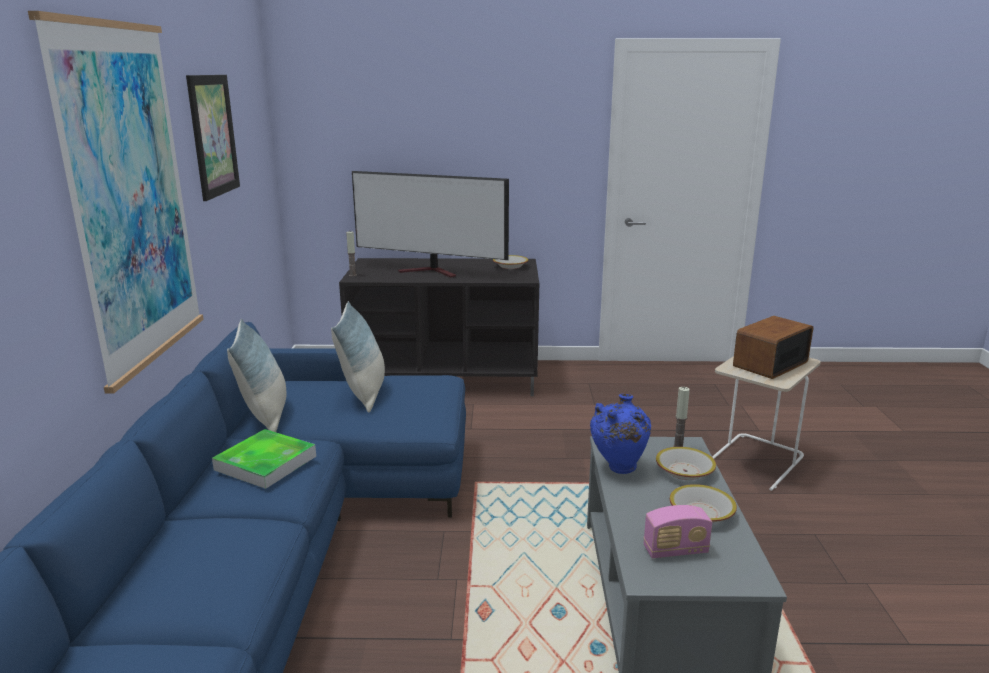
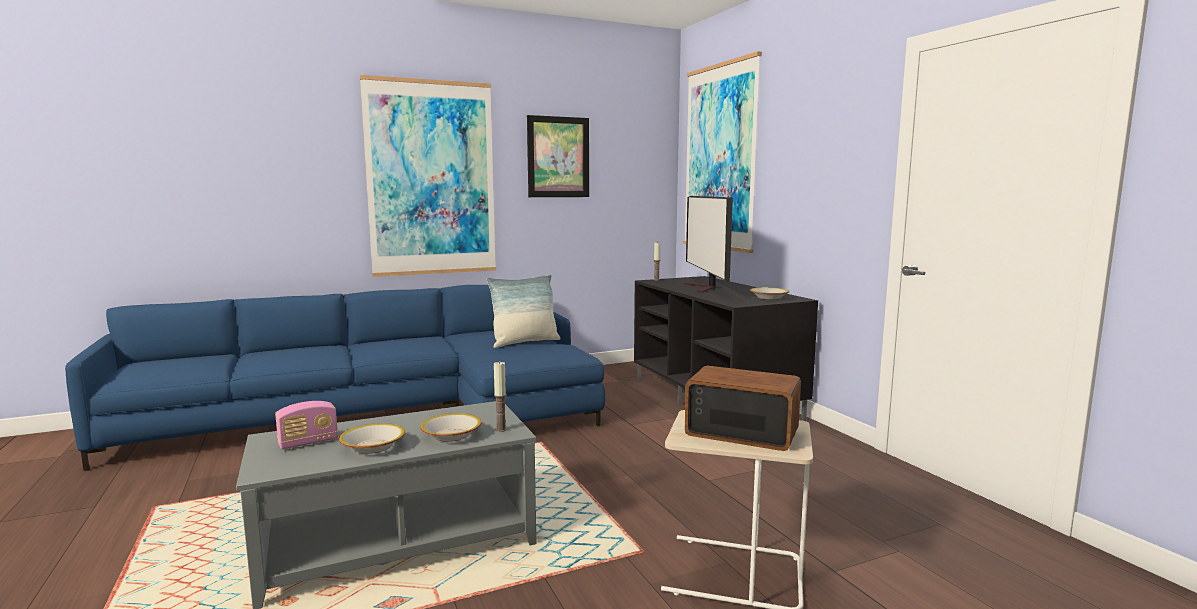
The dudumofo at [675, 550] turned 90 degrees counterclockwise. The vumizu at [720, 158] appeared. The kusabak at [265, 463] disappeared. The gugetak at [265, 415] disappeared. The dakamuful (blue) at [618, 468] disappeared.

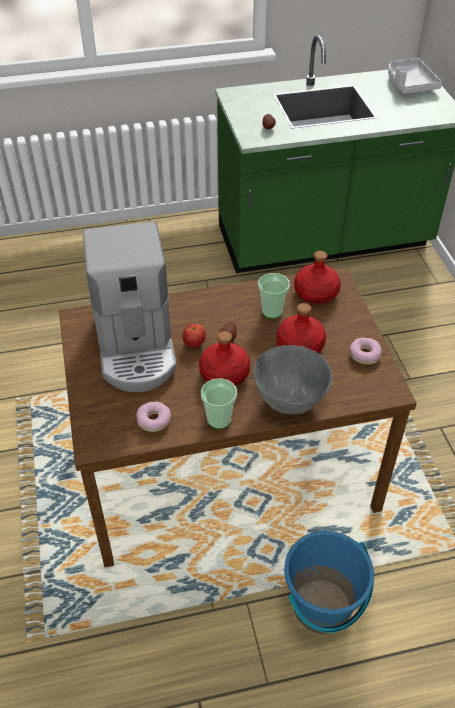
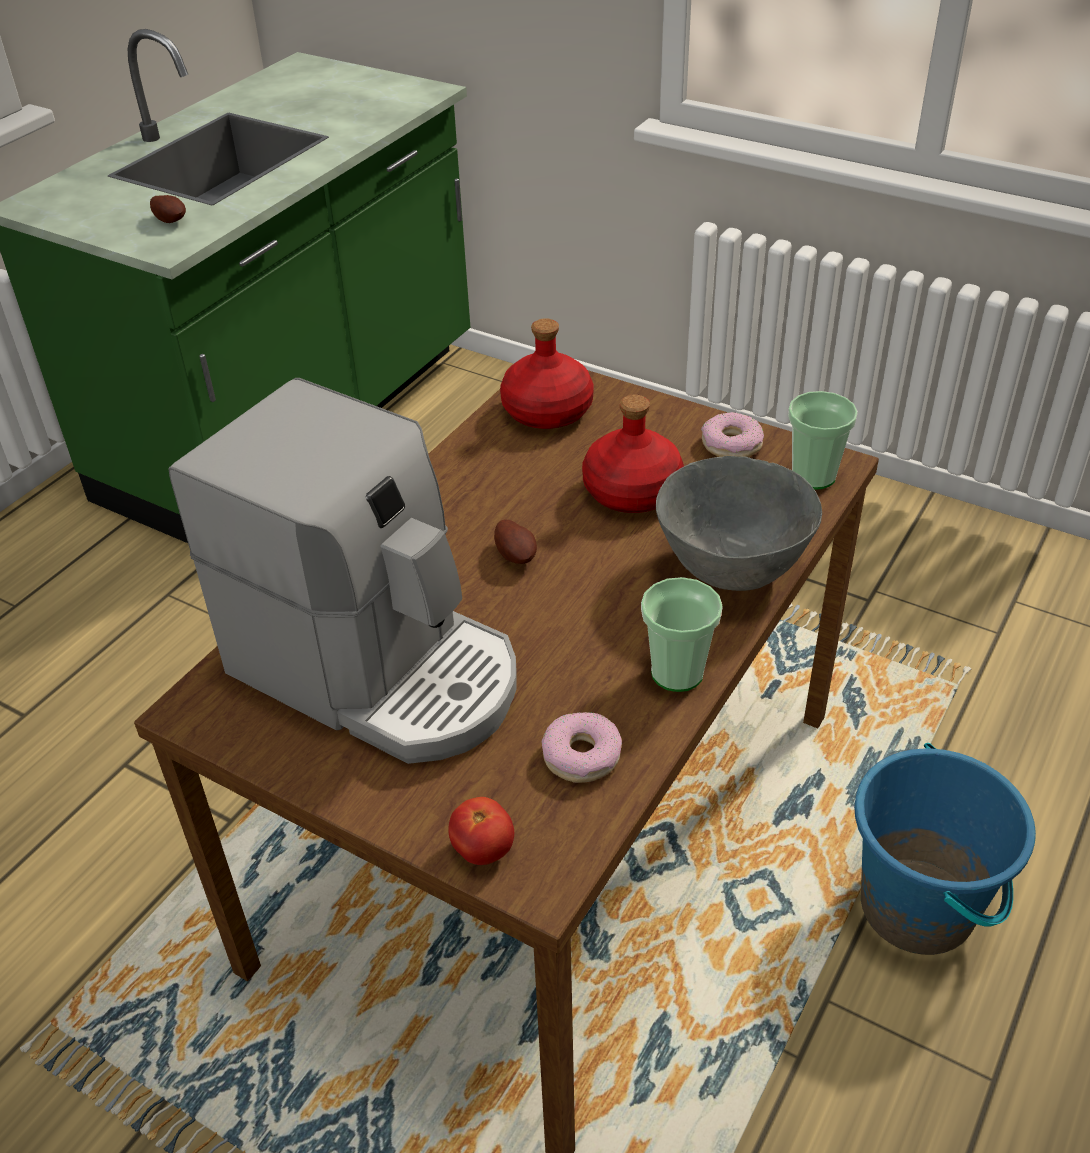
The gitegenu moved from [194, 343] to [483, 850]. The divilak moved from [272, 311] to [813, 476]. The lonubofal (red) at [225, 373] disappeared. The kusabak (grey) at [409, 84] disappeared.

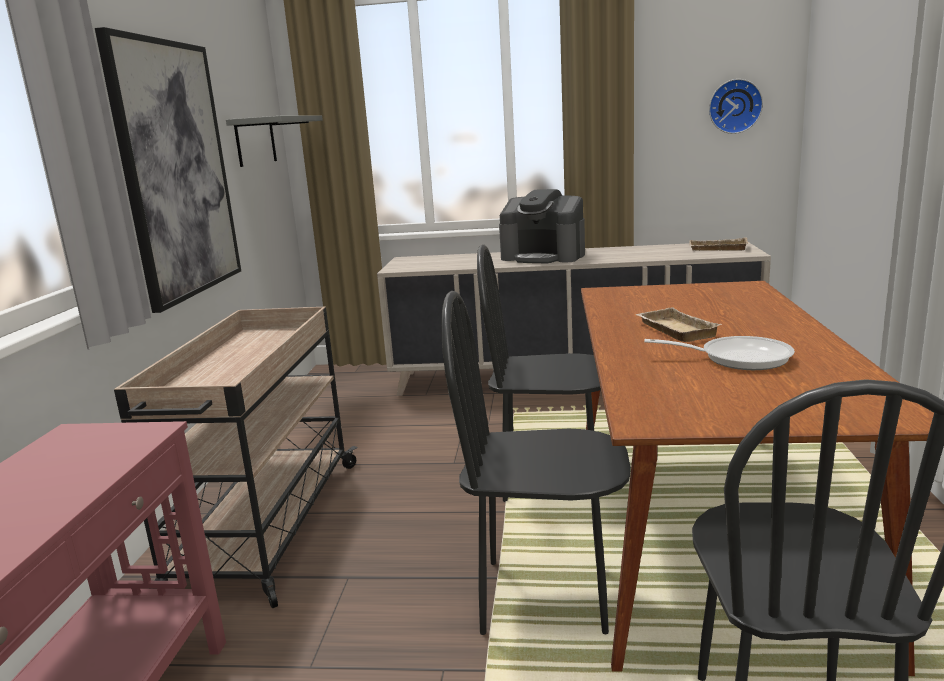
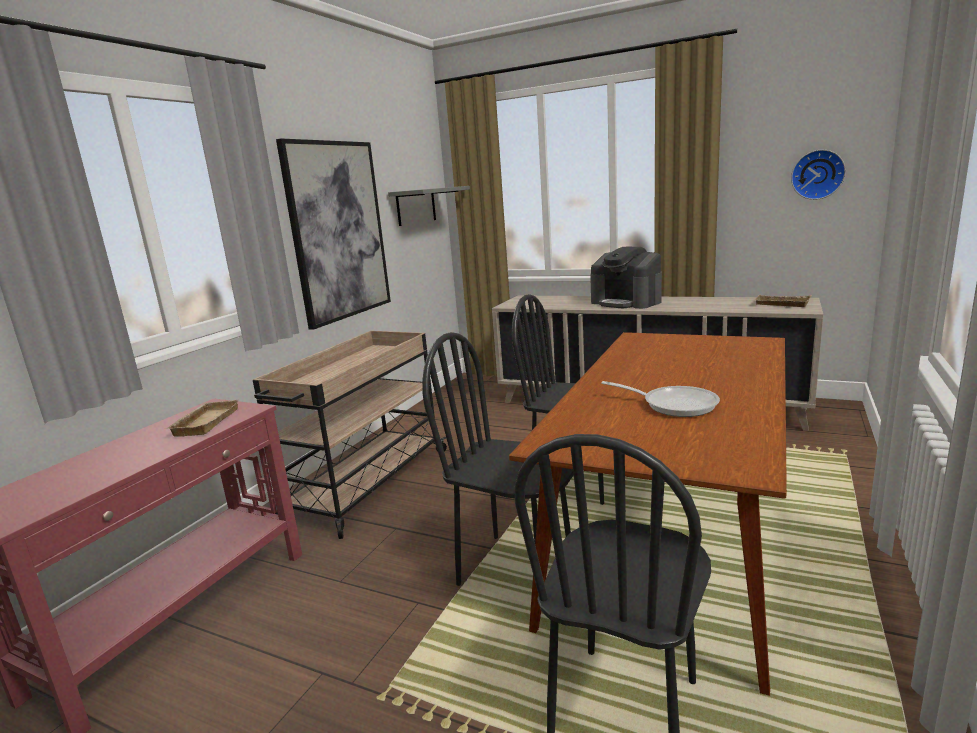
The kusabak (beige) moved from [673, 330] to [204, 422].

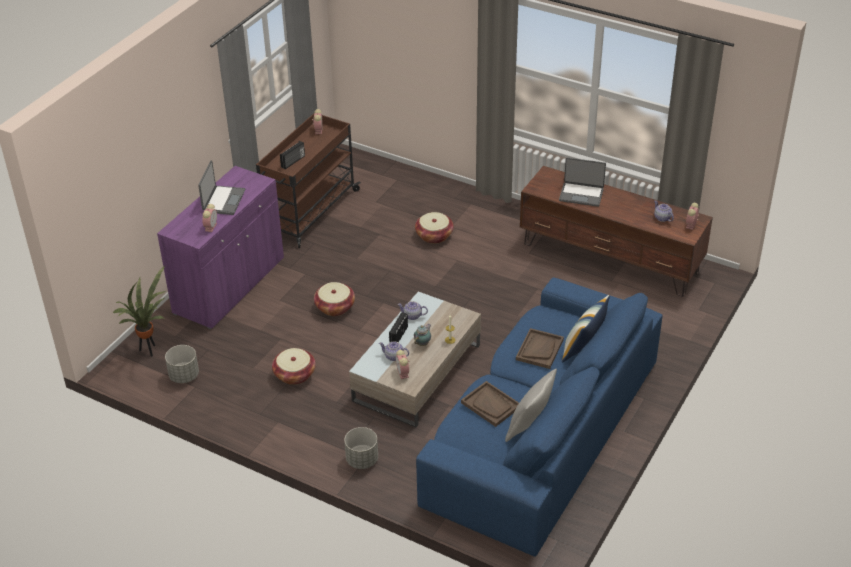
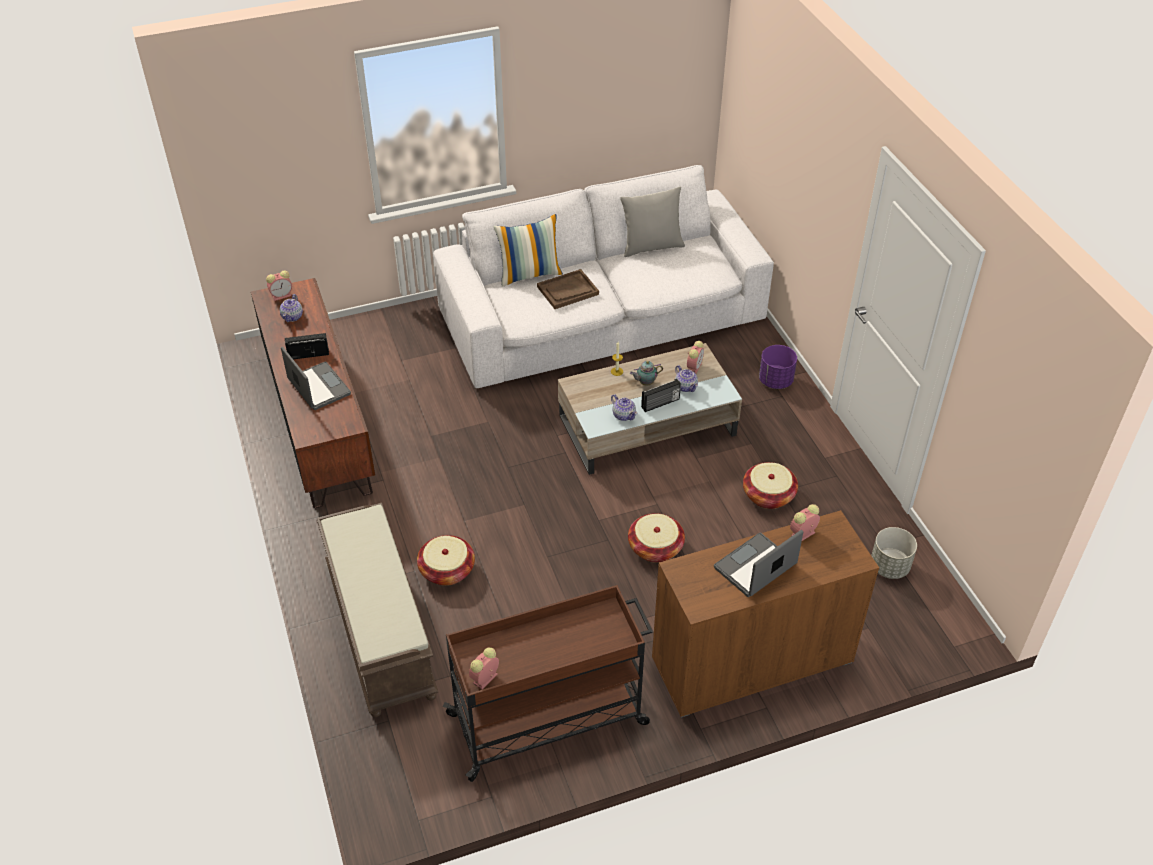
The dudumofo moved from [293, 162] to [308, 354]. The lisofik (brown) at [379, 630] appeared. The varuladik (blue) at [540, 432] became the varuladik (white) at [602, 318]. The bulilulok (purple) at [229, 286] became the bulilulok (brown) at [752, 660]. The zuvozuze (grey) at [362, 460] became the zuvozuze (purple) at [775, 380]. The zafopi at [149, 350] disappeared. The kusabak (brown) at [491, 405] disappeared.

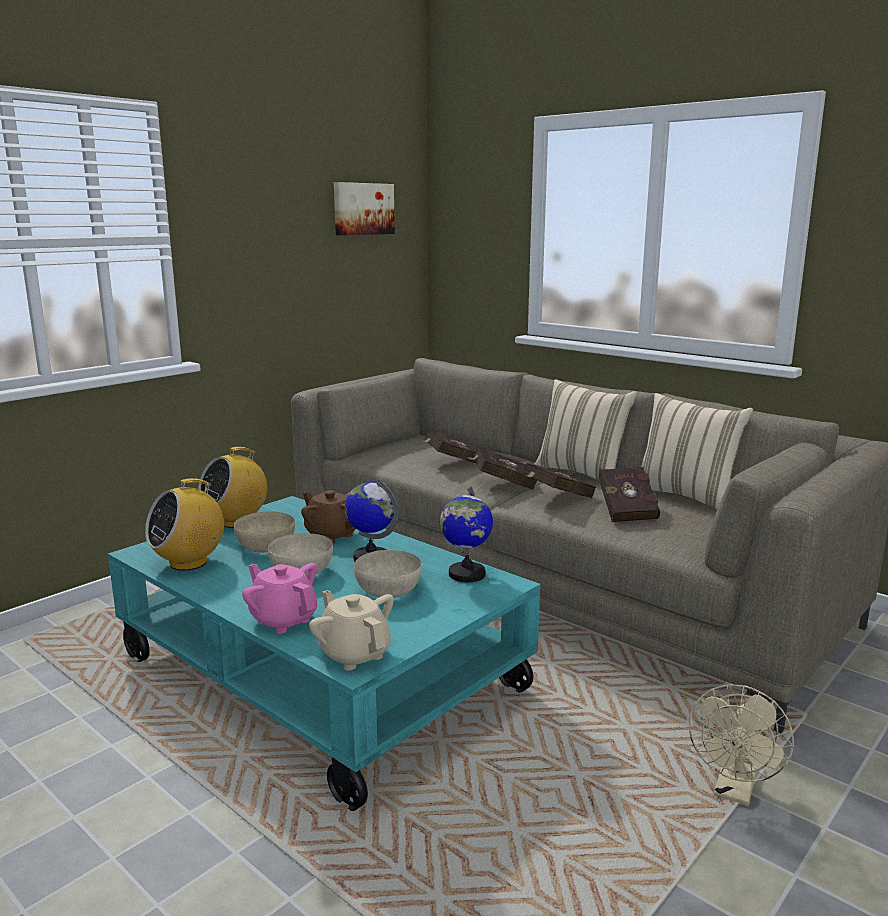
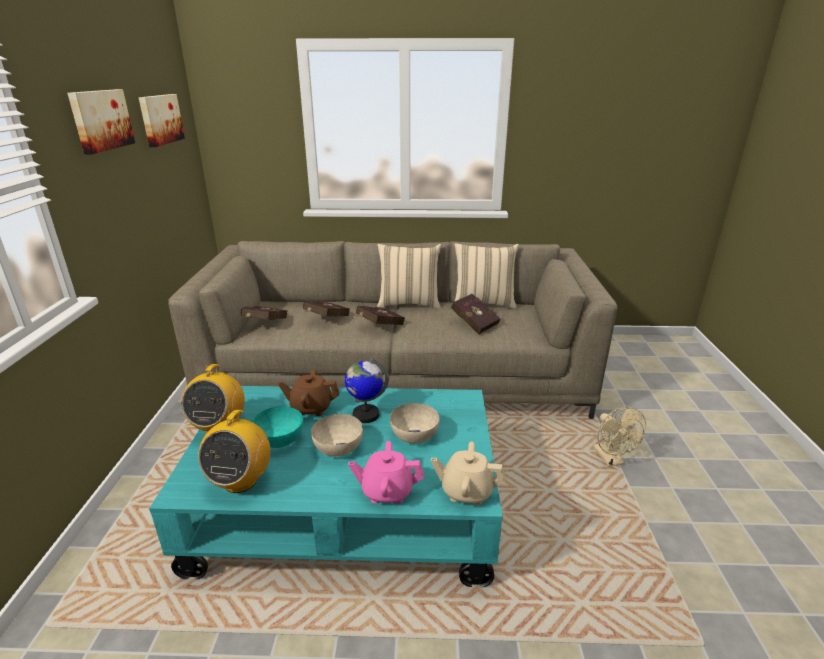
The vumizu at [100, 120] appeared. The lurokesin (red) moved from [555, 498] to [264, 324]. The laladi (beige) at [266, 547] became the laladi (turquoise) at [280, 438]. The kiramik at [466, 574] disappeared.

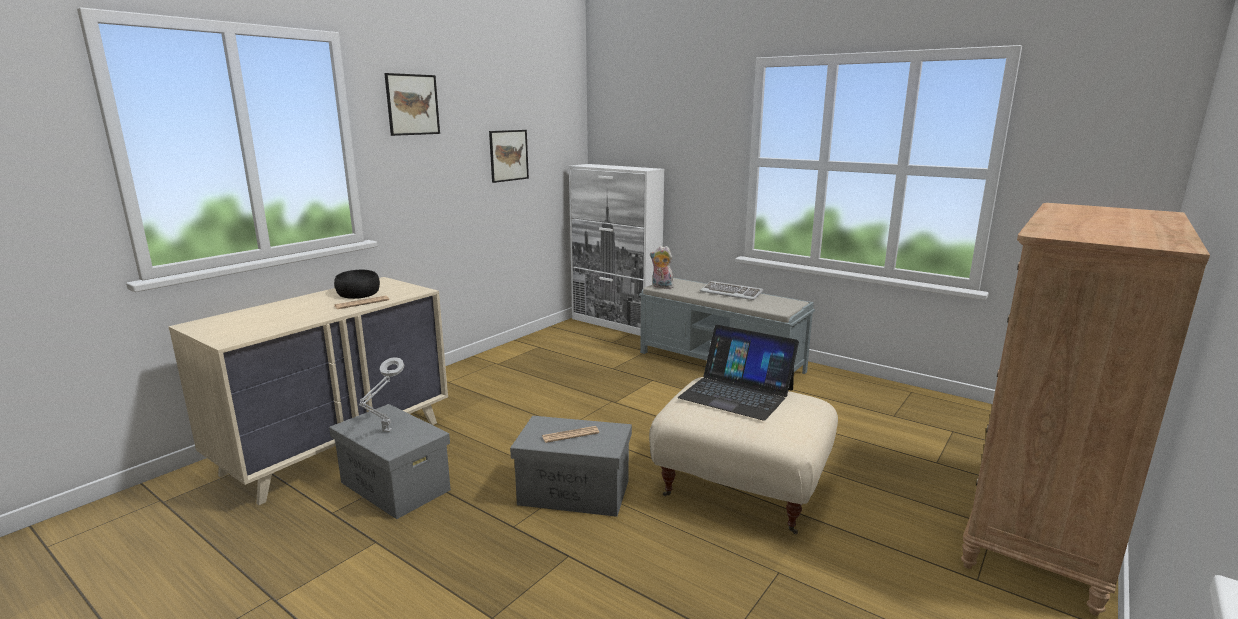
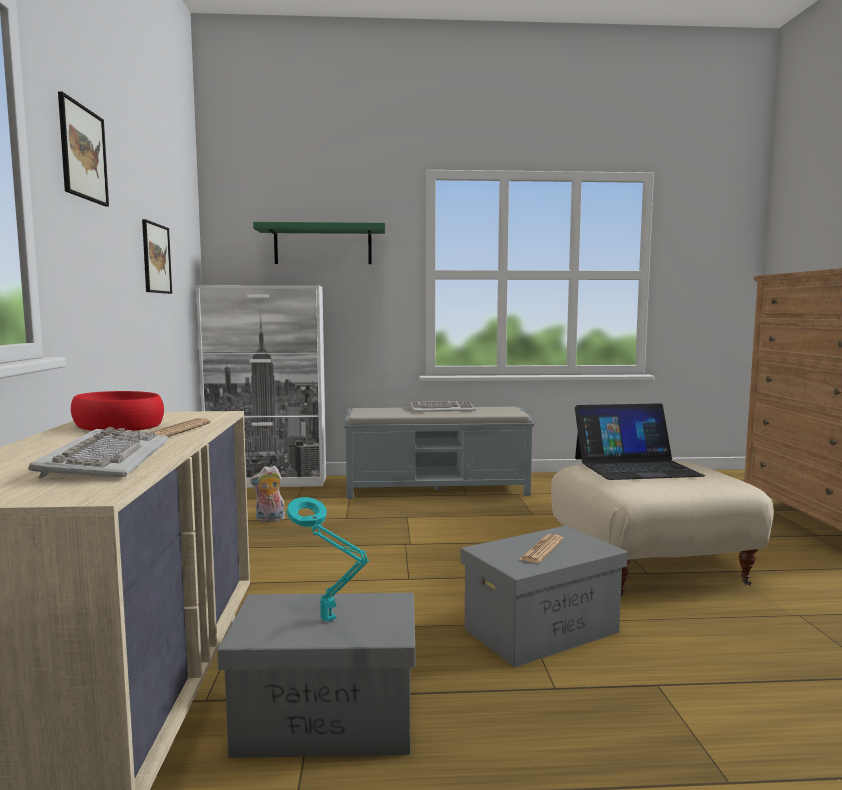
The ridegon at [106, 460] appeared. The laladi (black) at [359, 292] became the laladi (red) at [120, 425]. The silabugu moved from [661, 287] to [269, 520]. The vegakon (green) at [323, 245] appeared. The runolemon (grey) at [386, 432] became the runolemon (turquoise) at [330, 621].

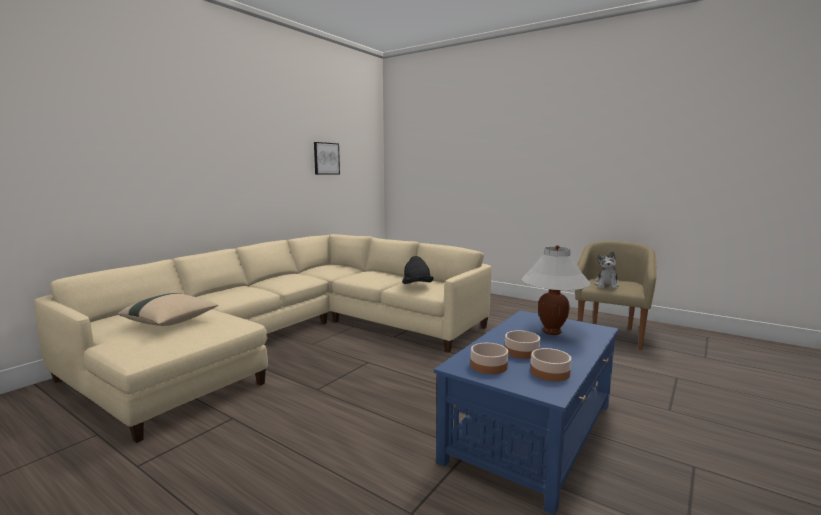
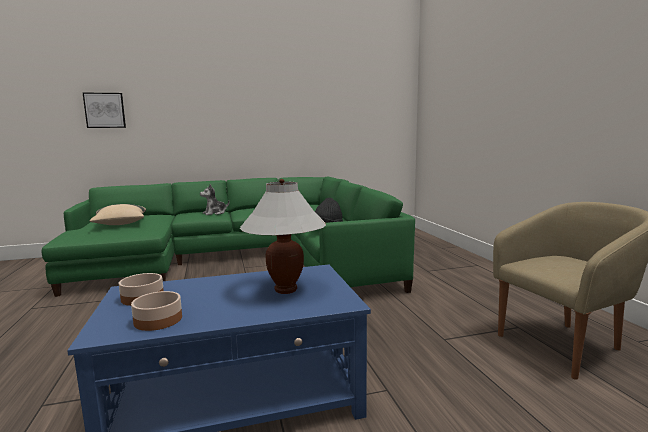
The varuladik (beige) at [293, 338] became the varuladik (green) at [242, 260]. The vumizu moved from [326, 158] to [105, 110]. The silabugu moved from [606, 286] to [215, 213]. The laladi at [521, 352] disappeared.

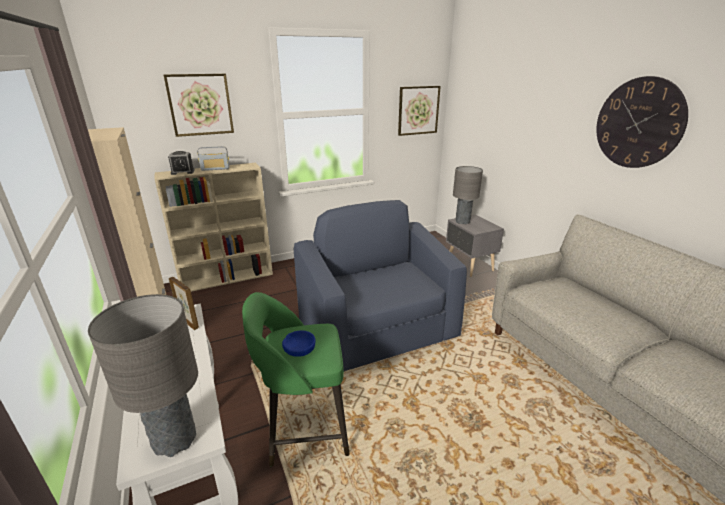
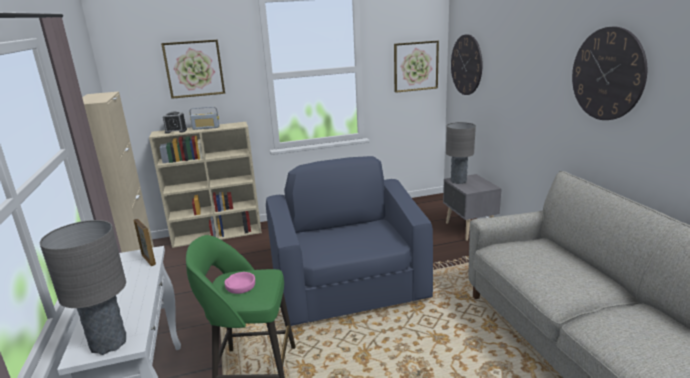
The laladi (blue) at [299, 347] became the laladi (pink) at [240, 286]. The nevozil at [466, 65] appeared.

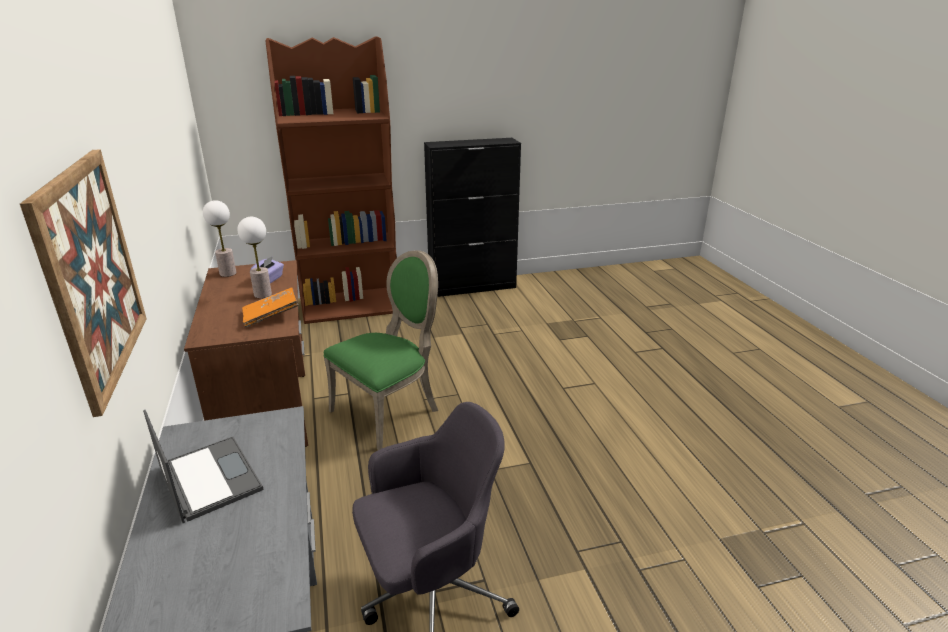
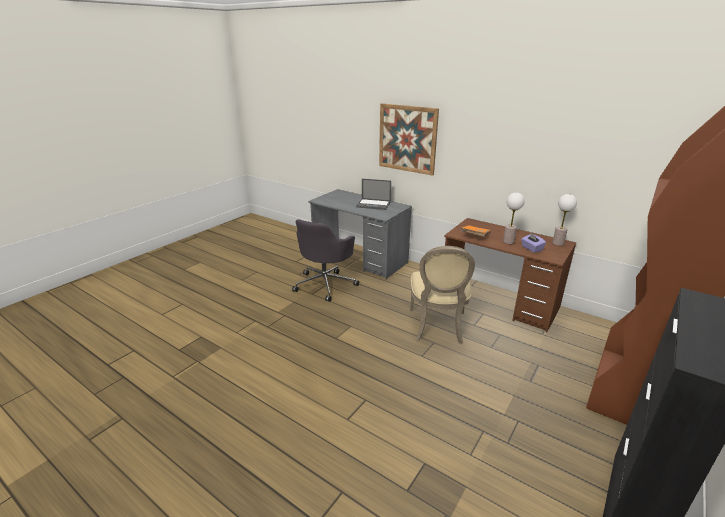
The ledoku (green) at [390, 411] became the ledoku (beige) at [437, 327].

